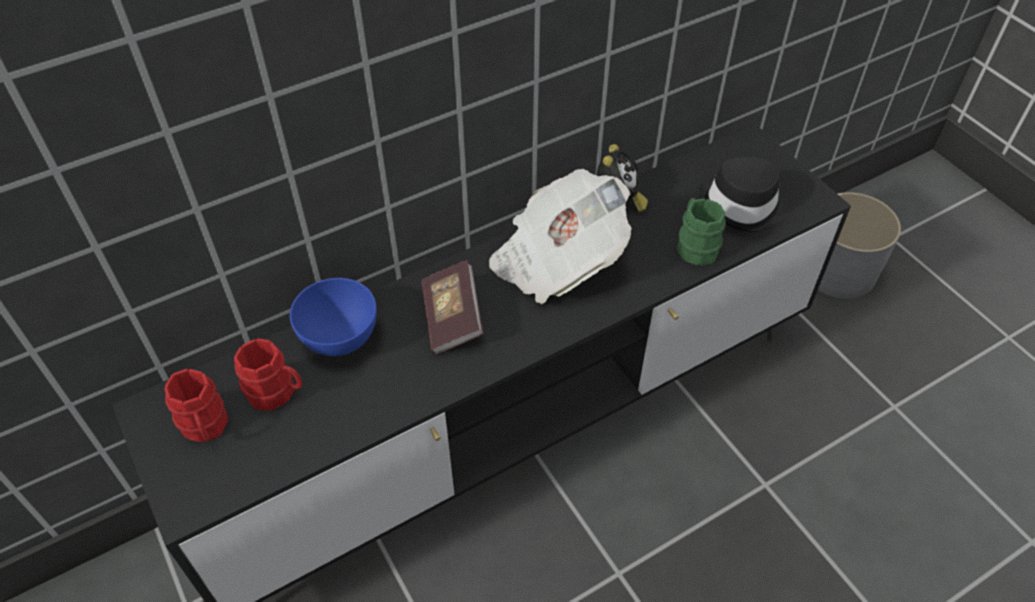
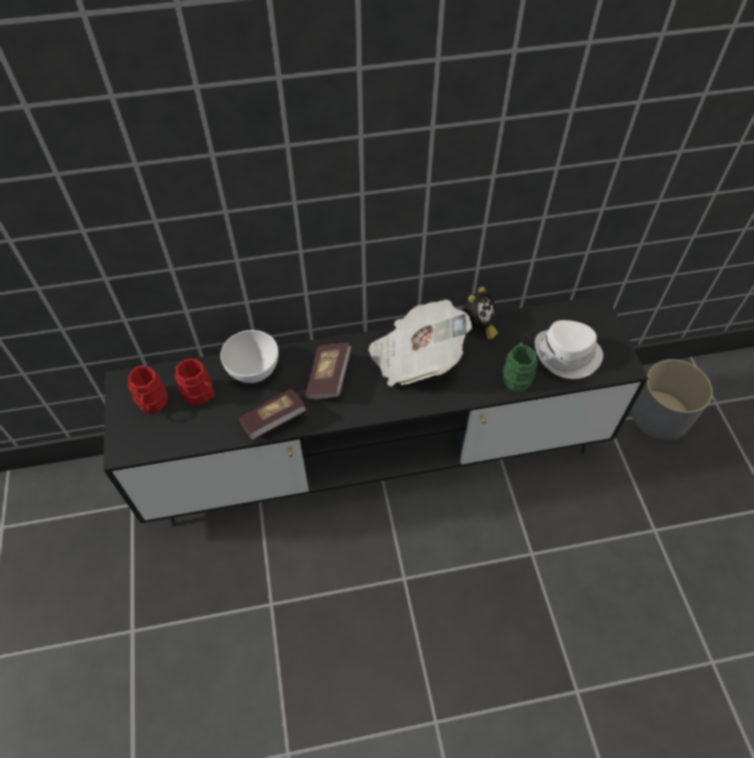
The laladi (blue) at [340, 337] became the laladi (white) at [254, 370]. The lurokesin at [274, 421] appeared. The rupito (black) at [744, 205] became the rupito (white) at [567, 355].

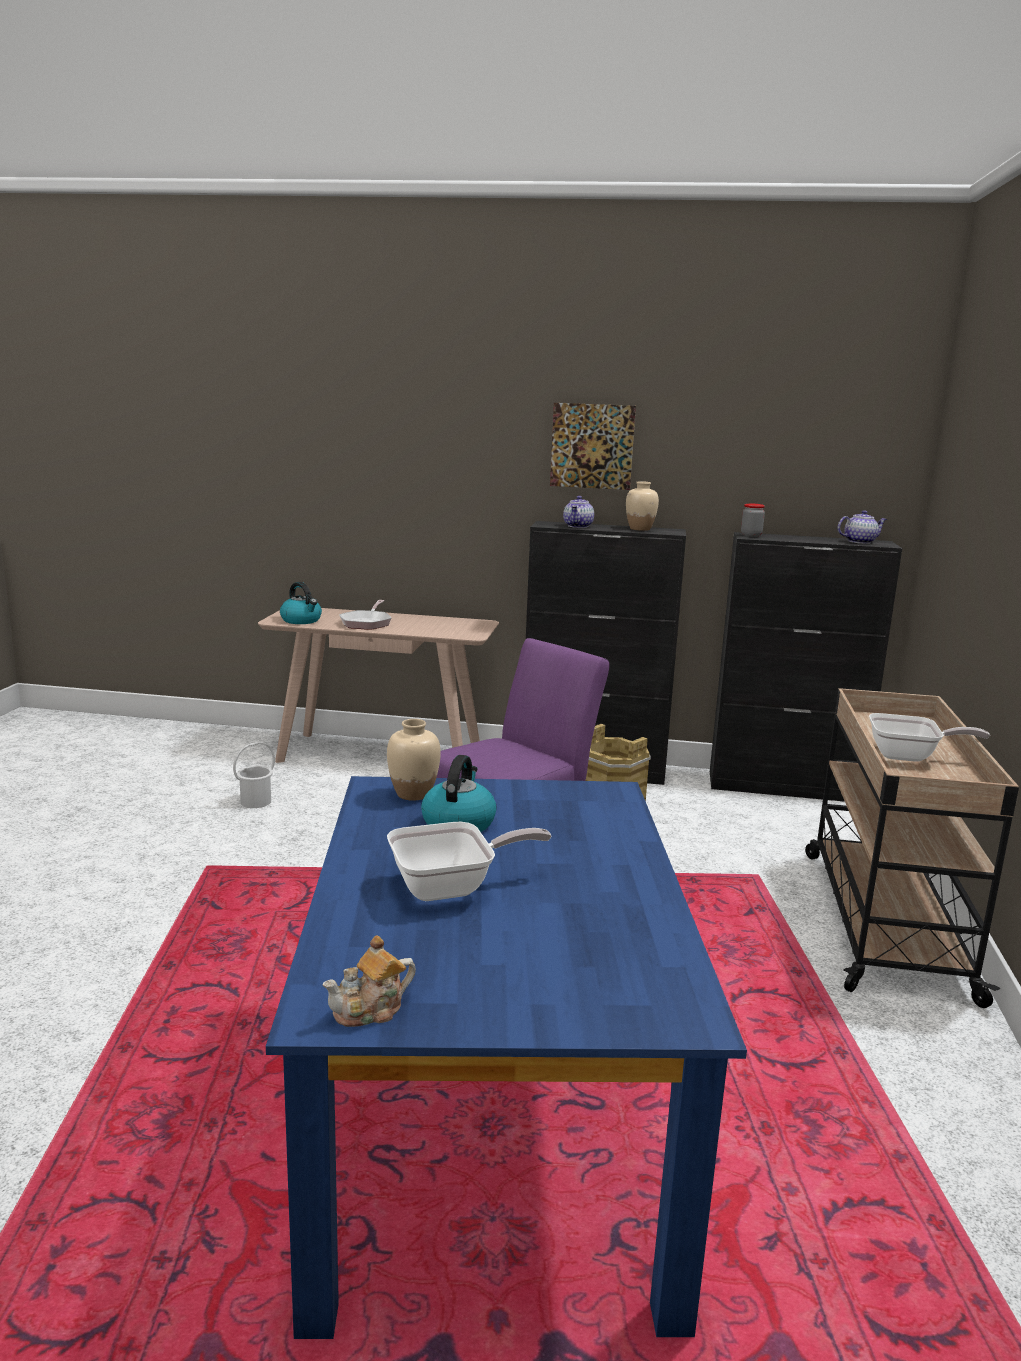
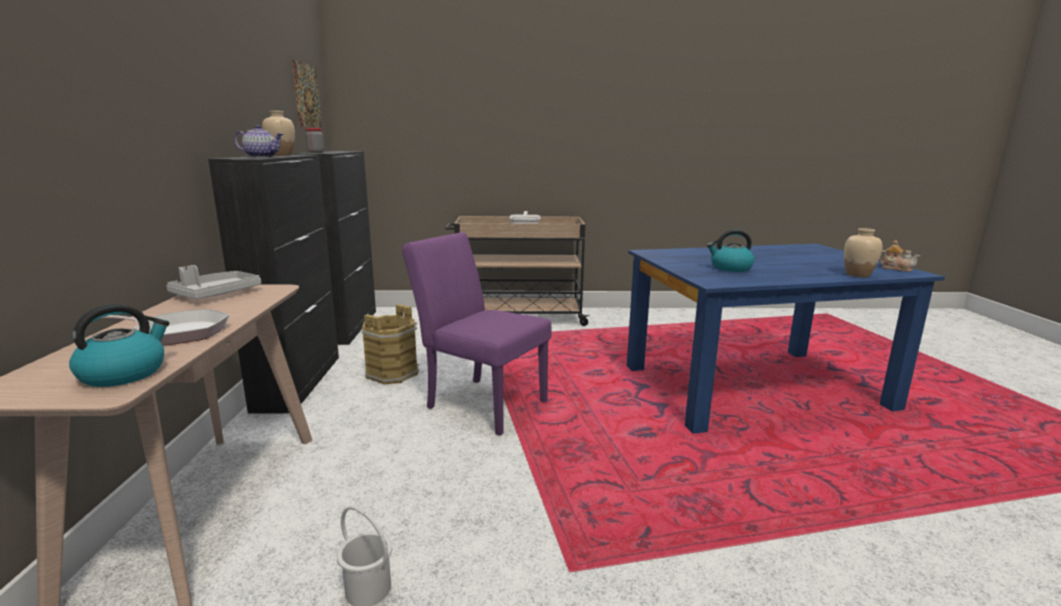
The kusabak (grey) at [216, 294] appeared. The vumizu moved from [592, 446] to [307, 96]. The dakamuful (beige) moved from [413, 794] to [858, 275]. The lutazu at [452, 887] disappeared. The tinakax at [859, 542] disappeared.

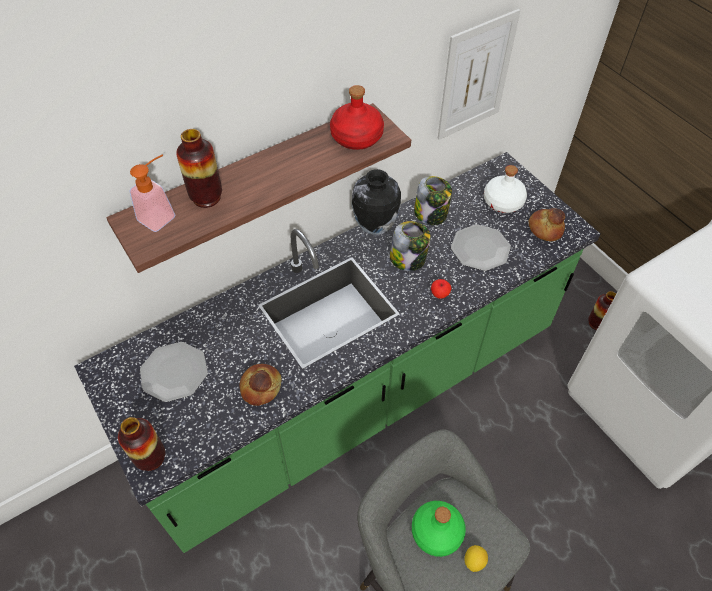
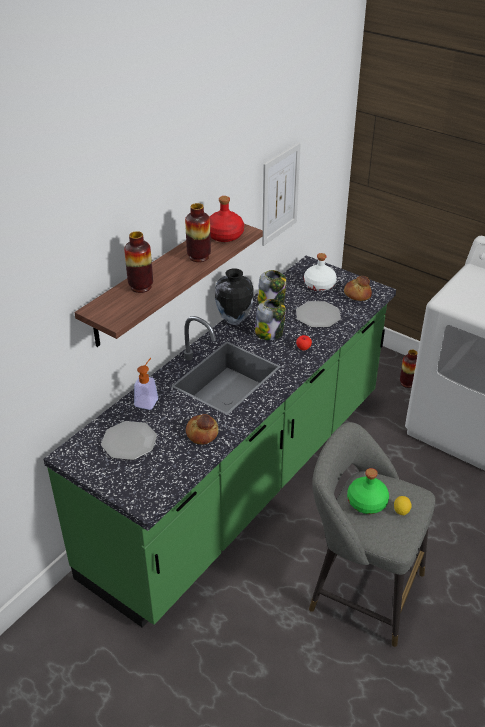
The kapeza moved from [161, 215] to [148, 400]. The dakamuful moved from [151, 458] to [199, 257].

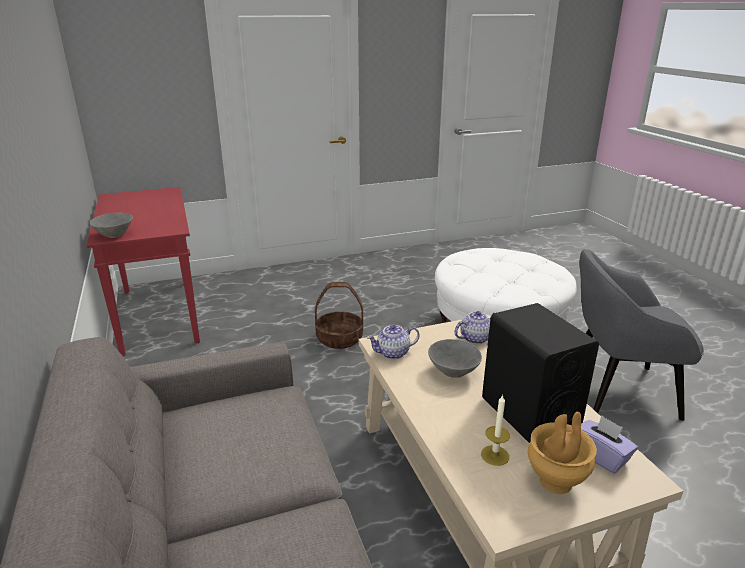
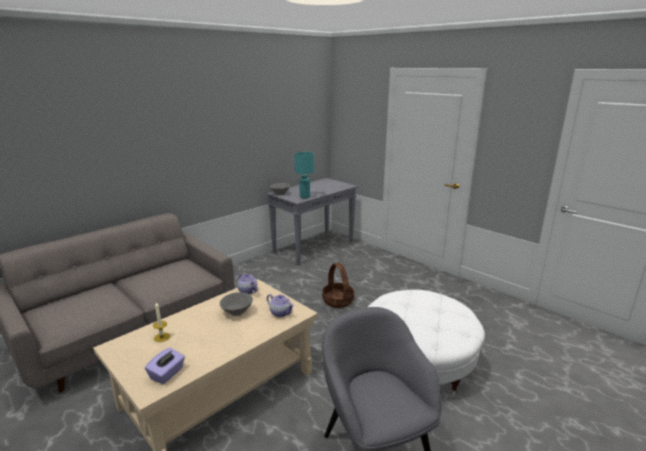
The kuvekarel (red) at [158, 315] became the kuvekarel (grey) at [314, 247]. The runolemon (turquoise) at [305, 197] appeared. The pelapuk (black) at [529, 413] disappeared. The dakamuful (brown) at [555, 482] disappeared.

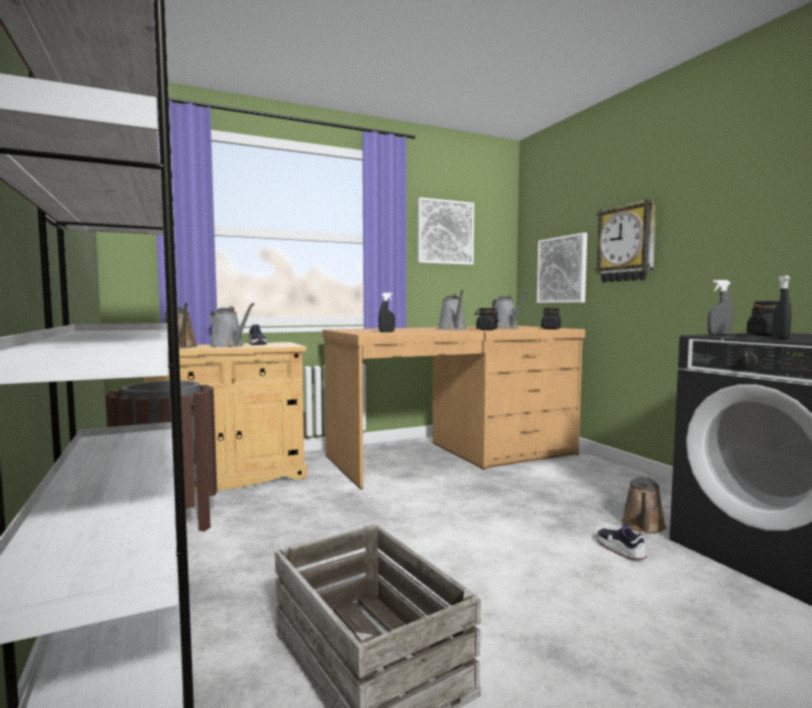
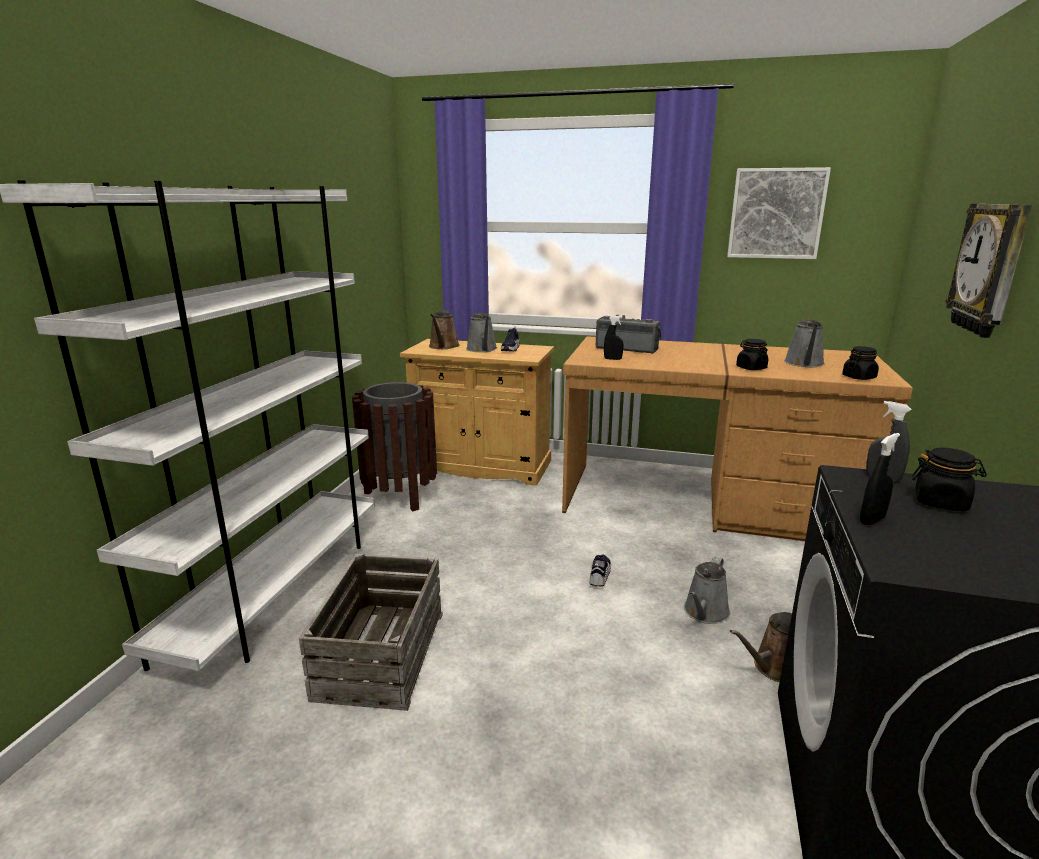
The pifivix moved from [620, 550] to [599, 575]. The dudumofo at [627, 348] appeared. The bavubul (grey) moved from [453, 329] to [705, 613]. The vumizu at [562, 270] disappeared.

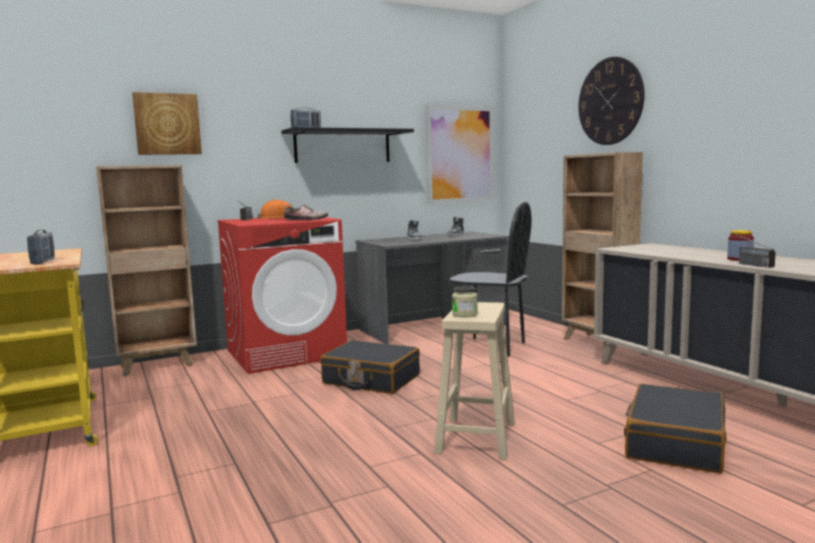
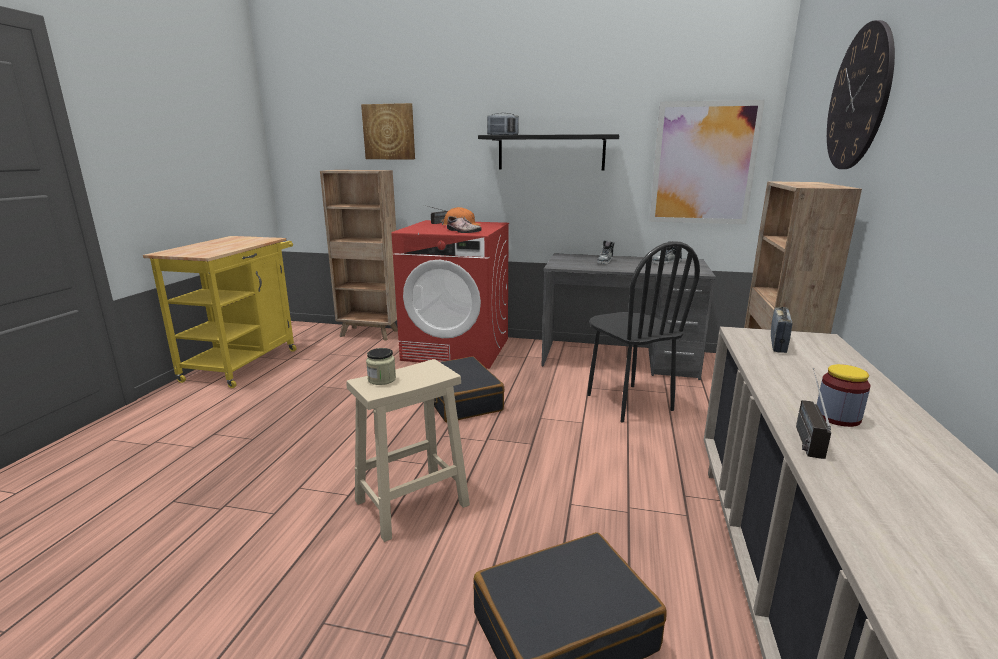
The dudumofo moved from [43, 262] to [778, 344].

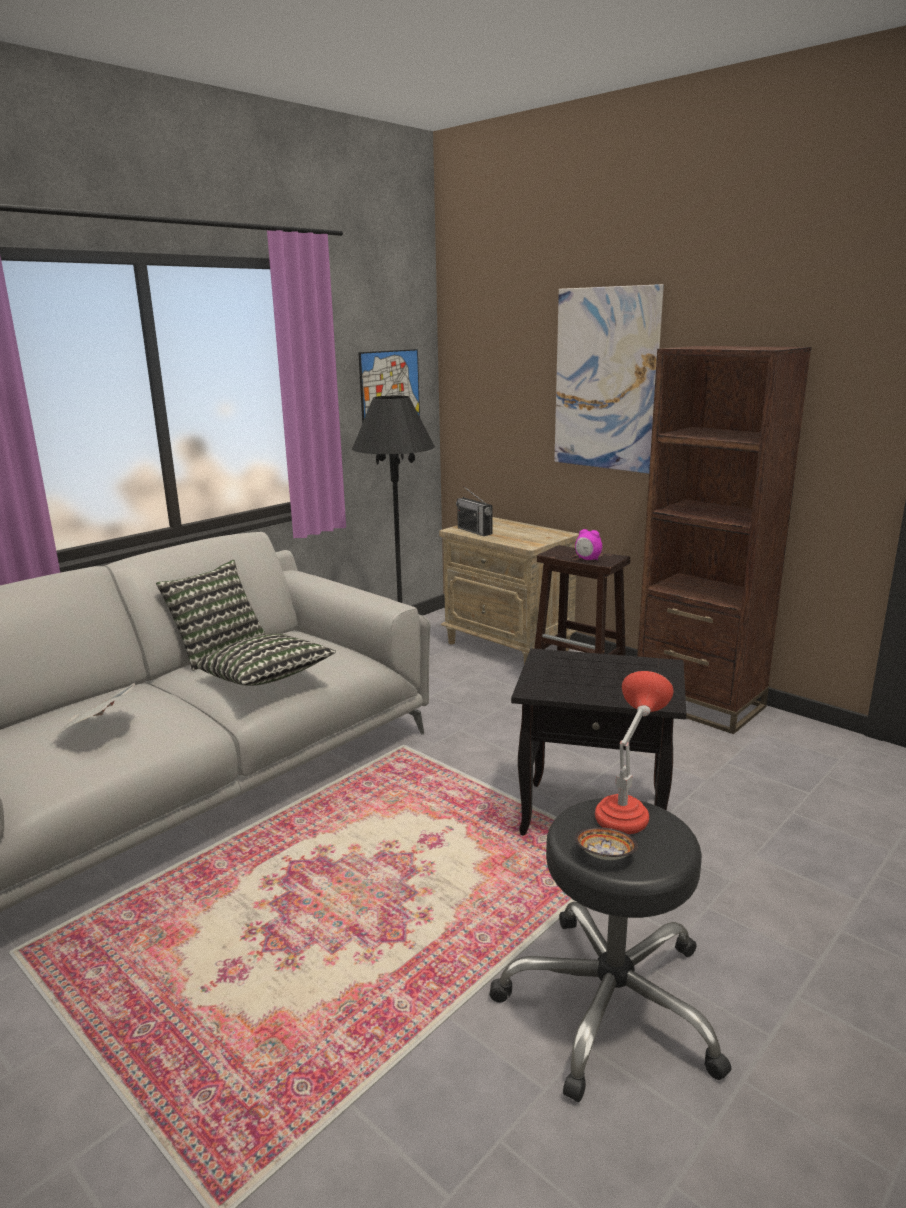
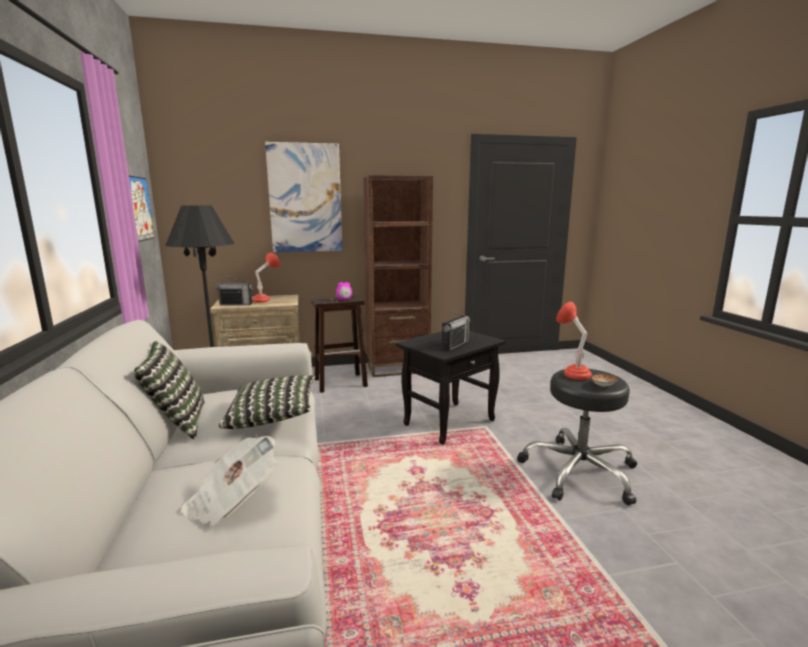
The runolemon (red) at [265, 300] appeared. The dudumofo at [455, 345] appeared.

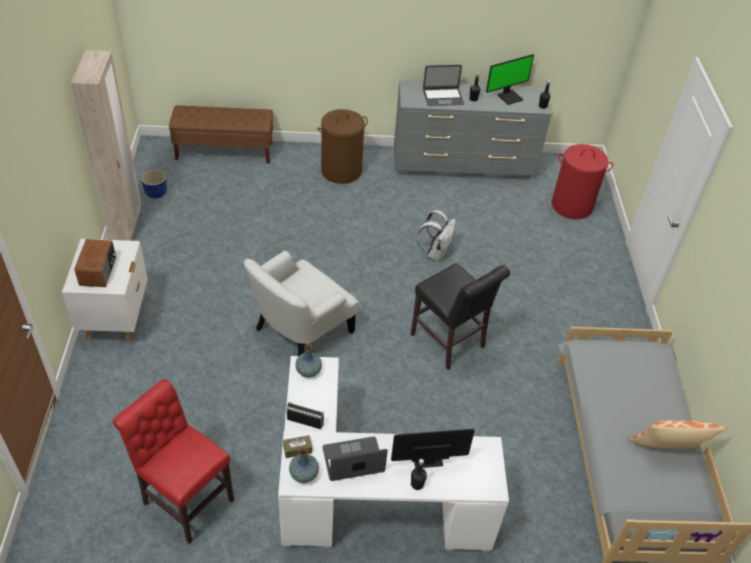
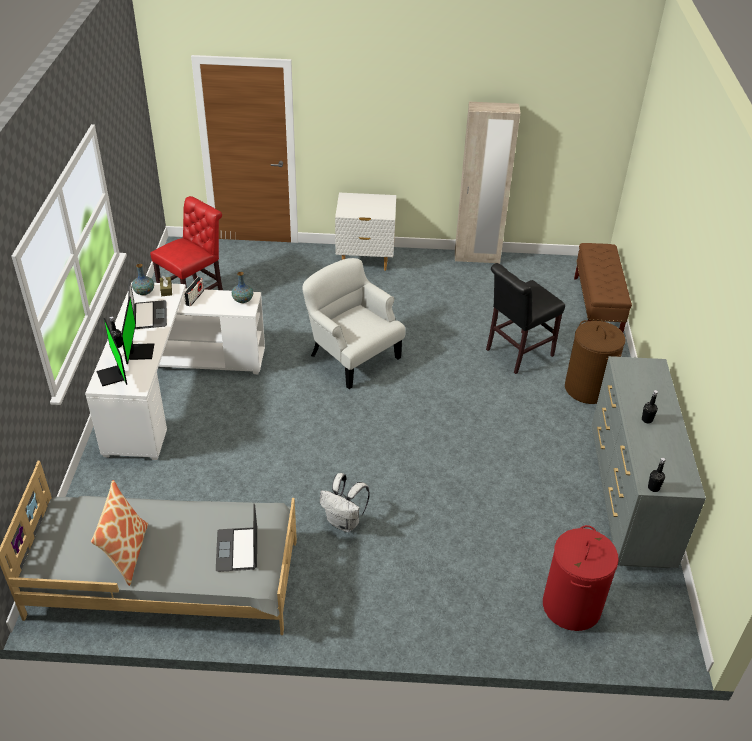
The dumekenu moved from [509, 97] to [113, 376]. The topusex moved from [443, 97] to [237, 549]. The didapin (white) moved from [435, 253] to [344, 522]. The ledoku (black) moved from [450, 343] to [516, 354]. The dudumofo at [99, 271] disappeared. The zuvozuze at [156, 194] disappeared.

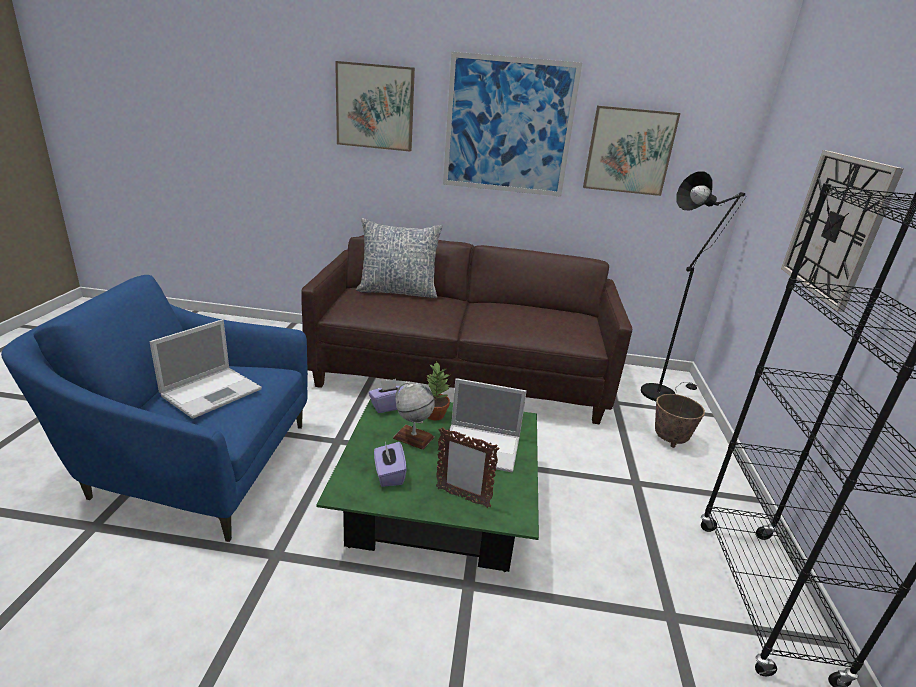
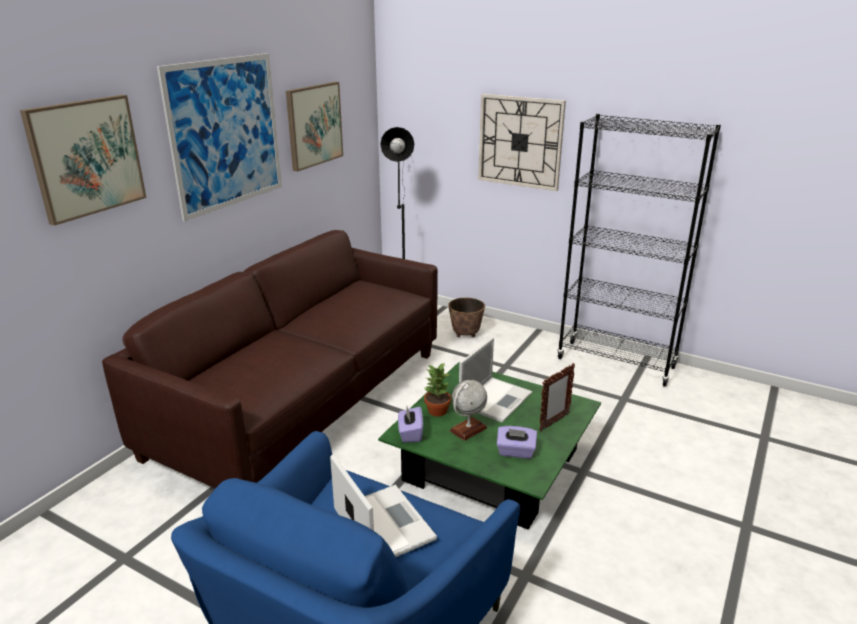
The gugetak at [398, 291] disappeared.

